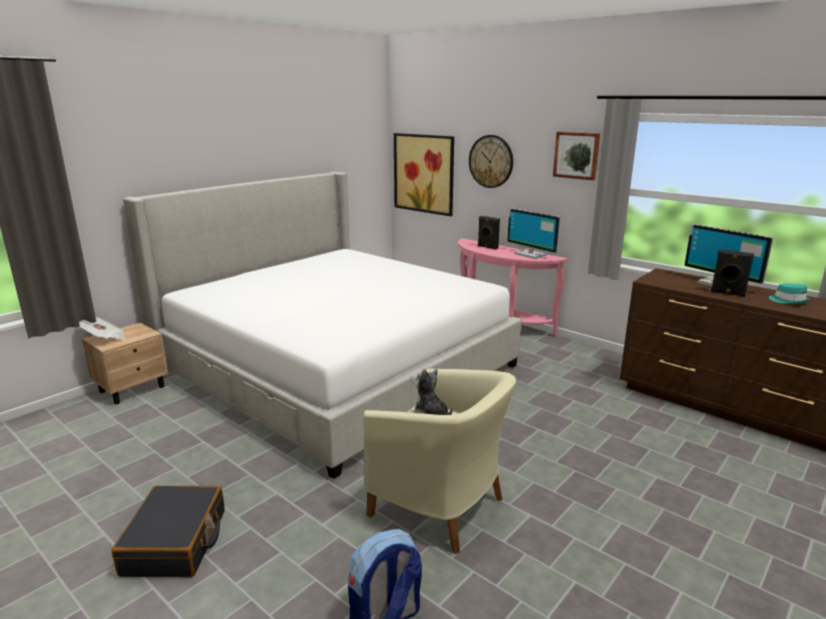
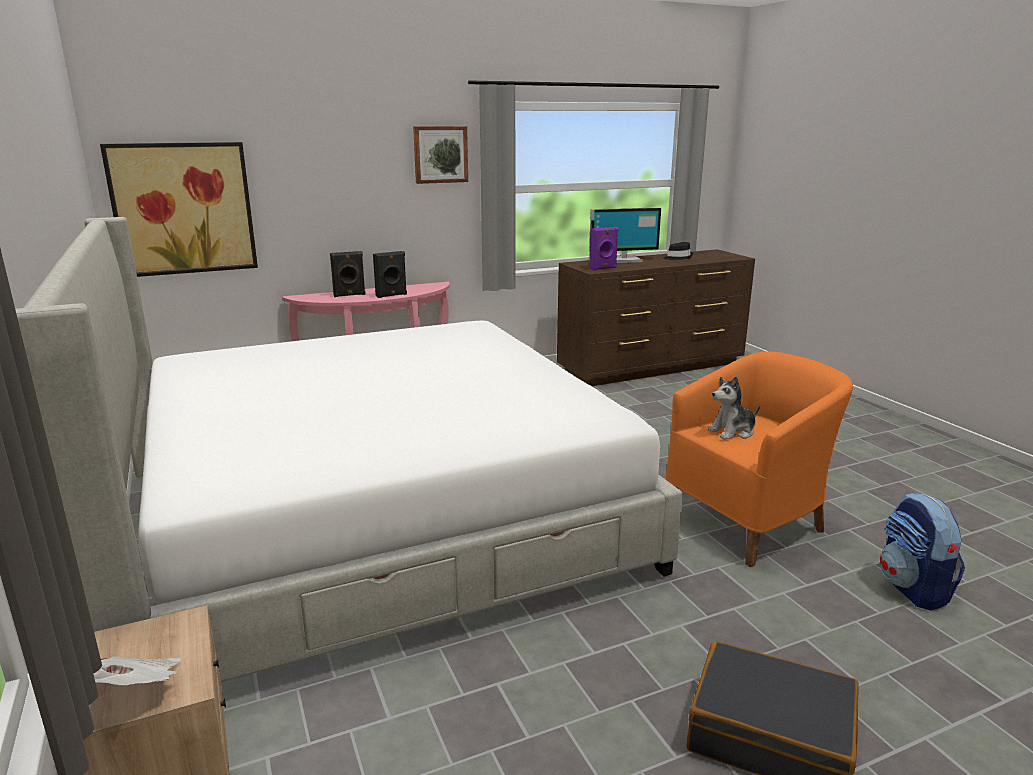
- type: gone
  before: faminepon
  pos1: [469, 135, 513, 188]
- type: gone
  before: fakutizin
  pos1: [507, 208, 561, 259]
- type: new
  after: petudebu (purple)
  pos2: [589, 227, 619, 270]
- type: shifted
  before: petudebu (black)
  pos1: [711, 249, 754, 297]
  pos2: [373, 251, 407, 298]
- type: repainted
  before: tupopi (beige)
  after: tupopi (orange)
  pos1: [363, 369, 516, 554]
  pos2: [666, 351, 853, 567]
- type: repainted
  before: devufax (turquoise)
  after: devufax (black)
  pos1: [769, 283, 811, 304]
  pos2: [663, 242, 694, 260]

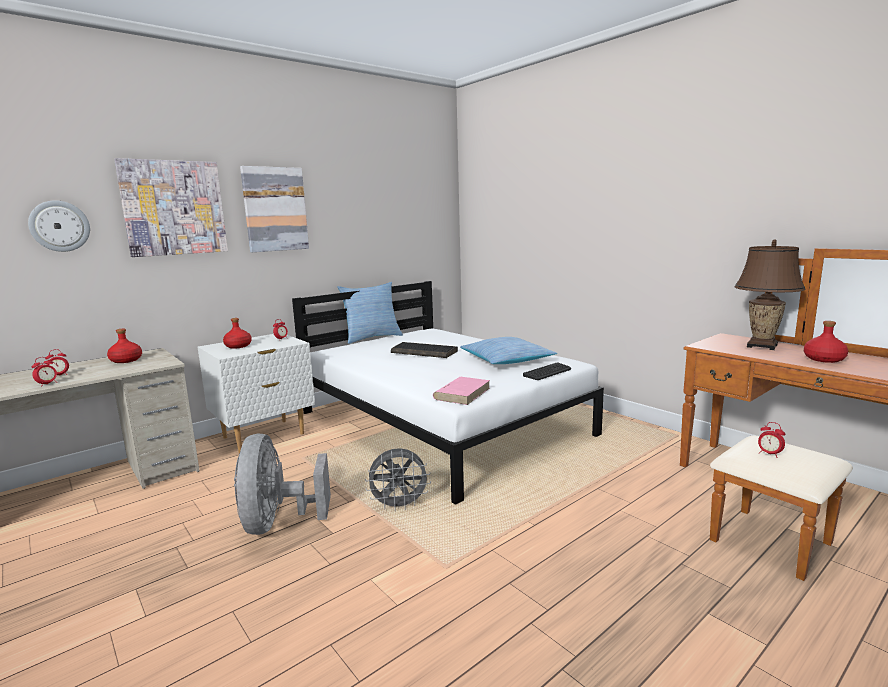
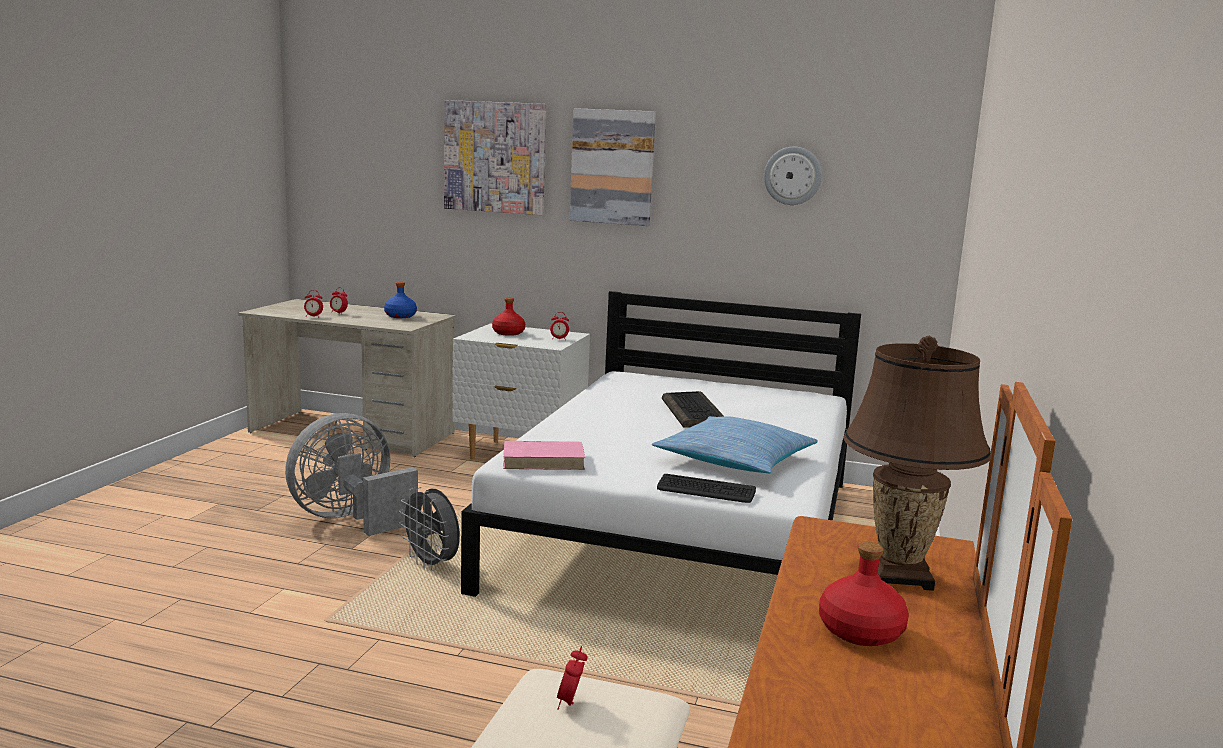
- type: gone
  before: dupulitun
  pos1: [337, 282, 403, 344]
- type: shifted
  before: faminepon
  pos1: [28, 200, 90, 252]
  pos2: [764, 147, 822, 205]
- type: repainted
  before: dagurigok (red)
  after: dagurigok (blue)
  pos1: [107, 329, 142, 363]
  pos2: [384, 282, 417, 318]

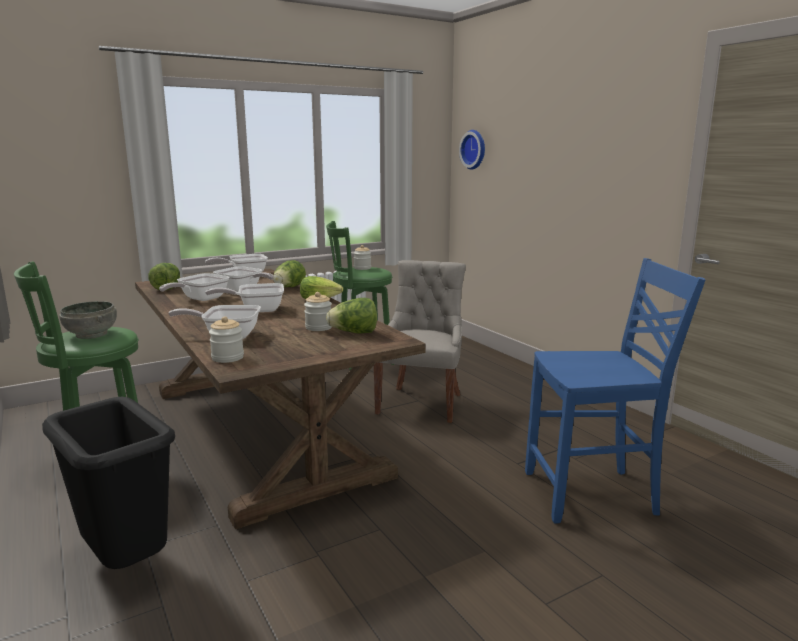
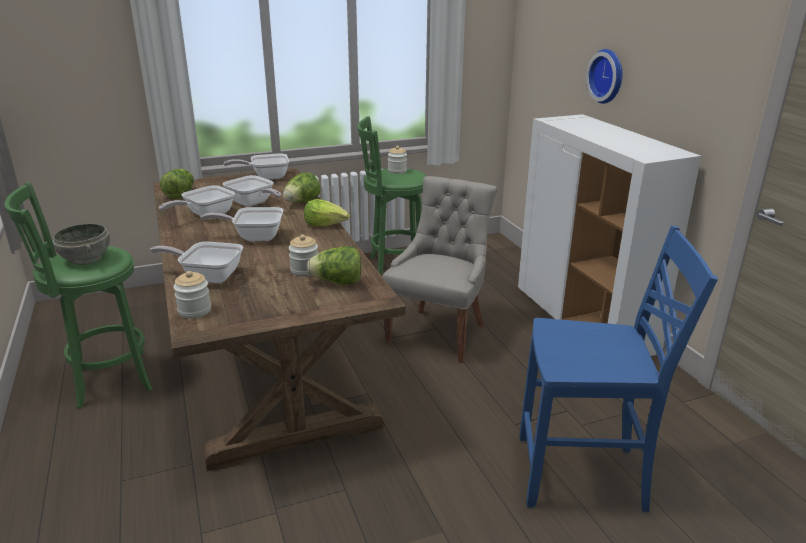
- type: gone
  before: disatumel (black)
  pos1: [42, 397, 175, 569]
- type: new
  after: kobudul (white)
  pos2: [518, 114, 701, 357]
- type: shifted
  before: faminepon
  pos1: [459, 130, 485, 170]
  pos2: [586, 49, 623, 104]

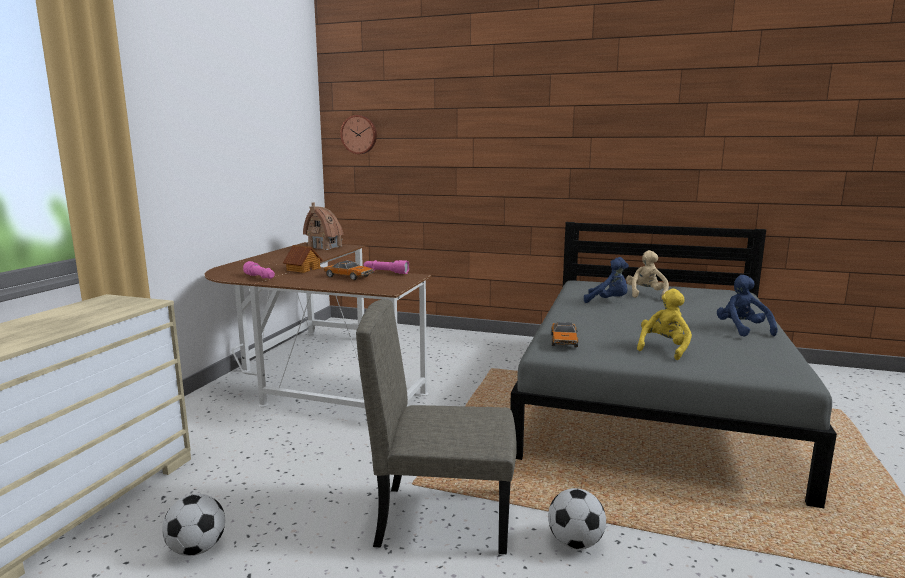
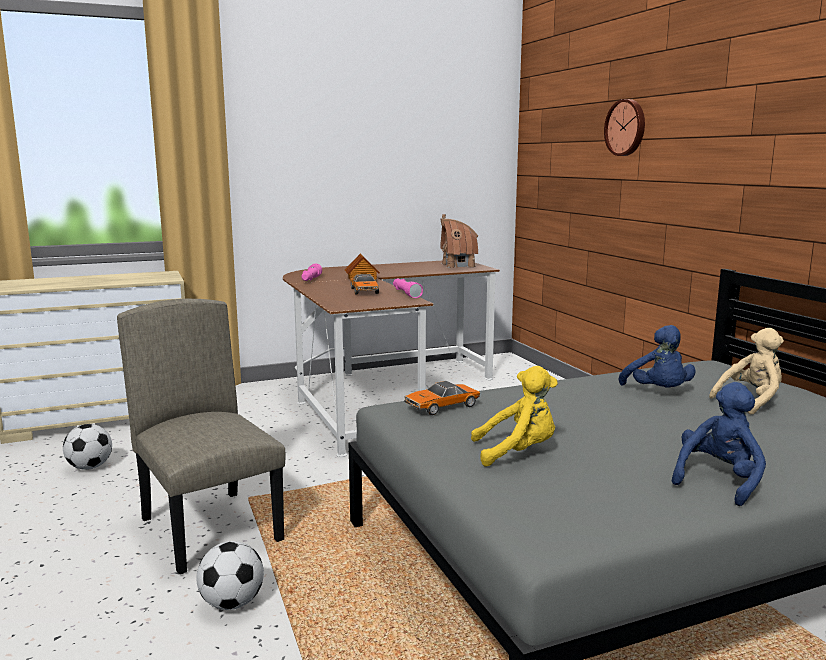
- type: shifted
  before: faminepon
  pos1: [340, 115, 377, 154]
  pos2: [604, 99, 645, 156]

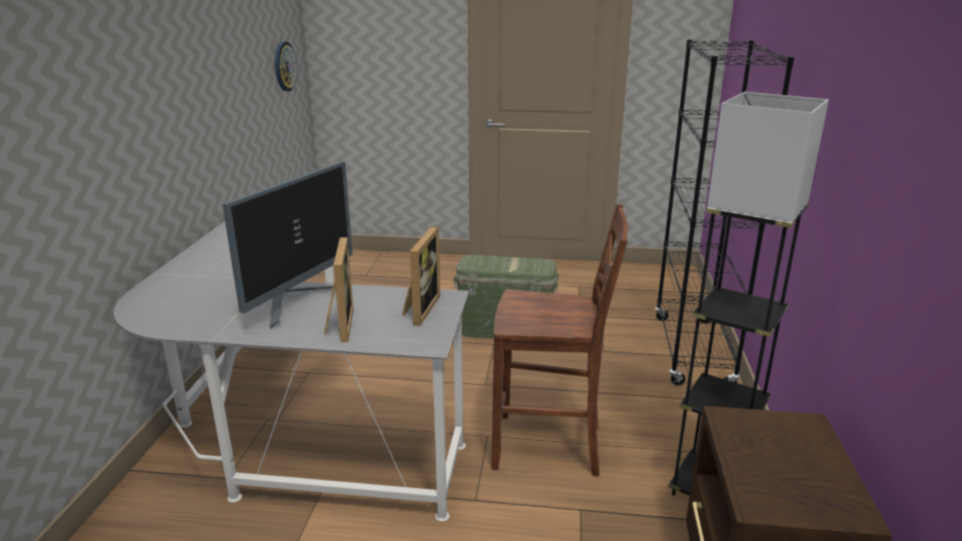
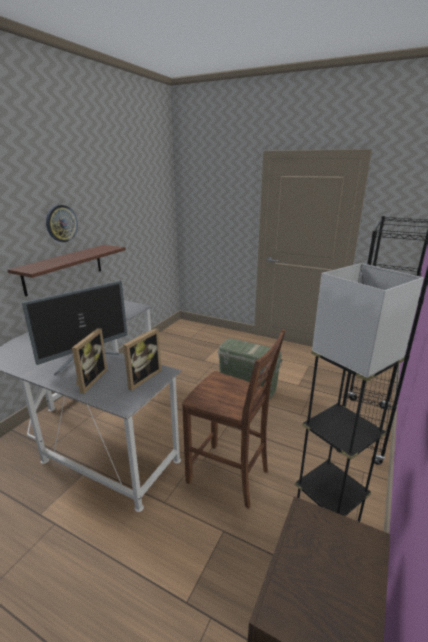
- type: new
  after: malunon
  pos2: [8, 245, 126, 297]
- type: shifted
  before: faminepon
  pos1: [275, 42, 297, 91]
  pos2: [46, 205, 78, 242]

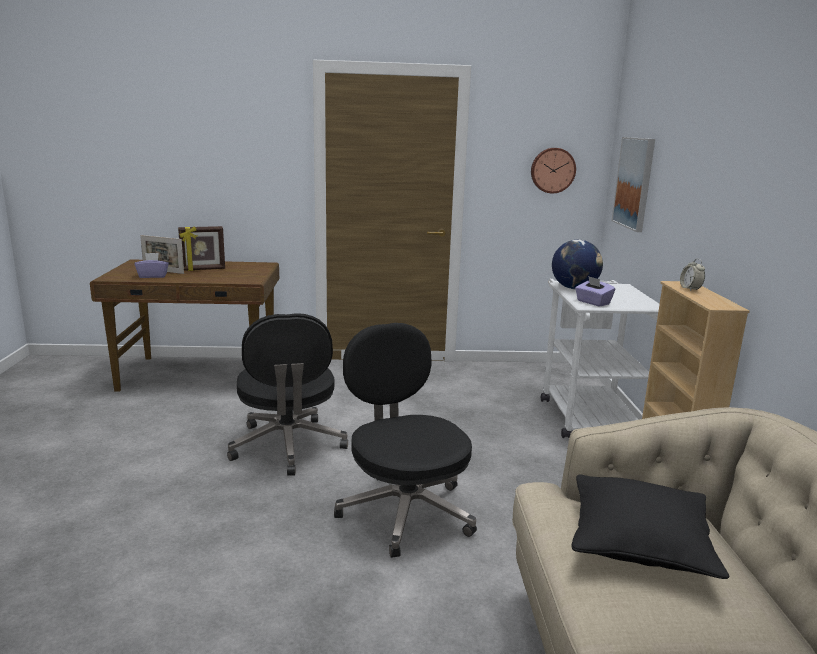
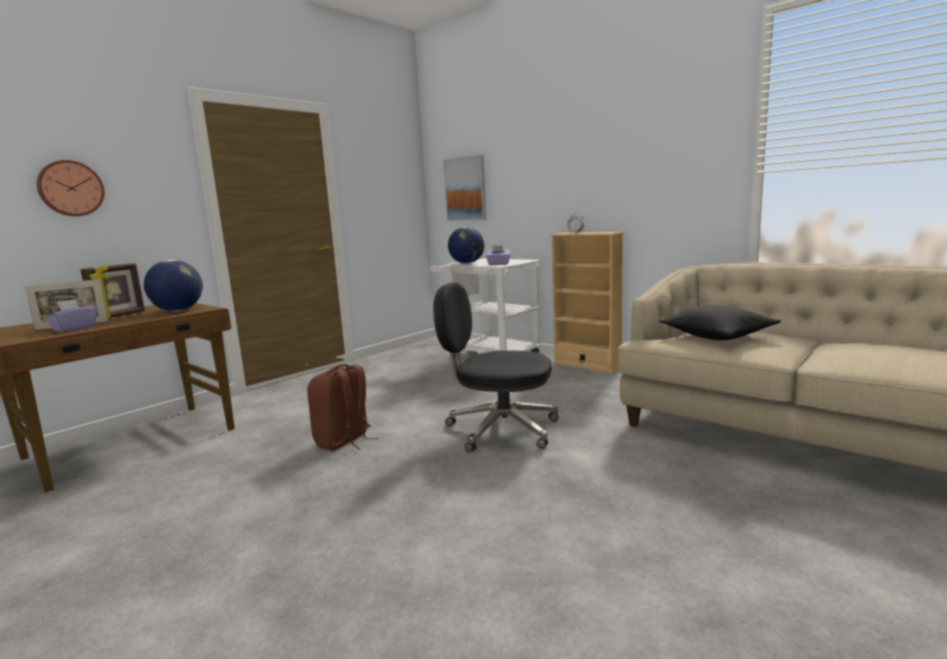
- type: new
  after: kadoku
  pos2: [144, 260, 203, 311]
- type: shifted
  before: faminepon
  pos1: [531, 148, 576, 193]
  pos2: [37, 160, 105, 216]
- type: swapped
  before: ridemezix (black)
  after: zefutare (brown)
  pos1: [227, 313, 348, 476]
  pos2: [307, 364, 378, 451]

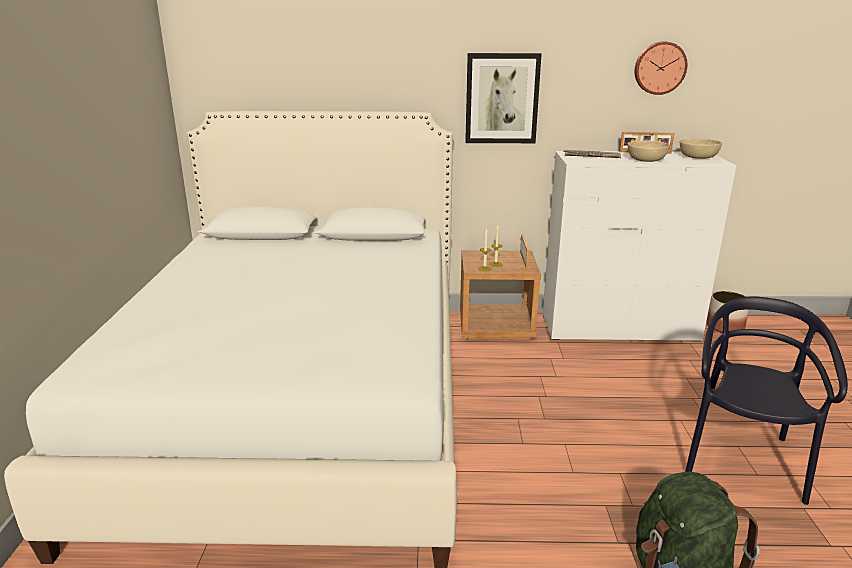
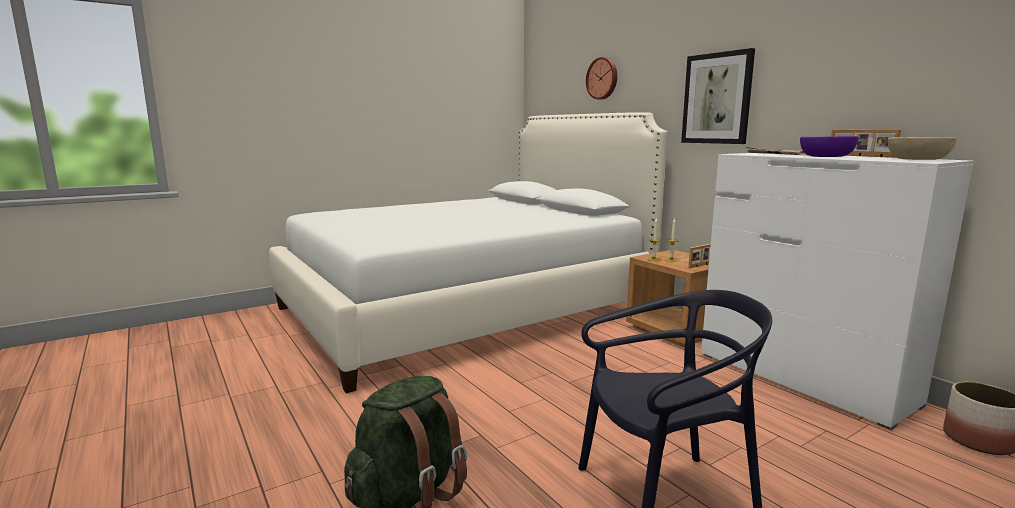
- type: shifted
  before: faminepon
  pos1: [634, 41, 687, 95]
  pos2: [586, 57, 617, 100]
- type: repainted
  before: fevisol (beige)
  after: fevisol (purple)
  pos1: [628, 141, 670, 162]
  pos2: [800, 136, 859, 157]

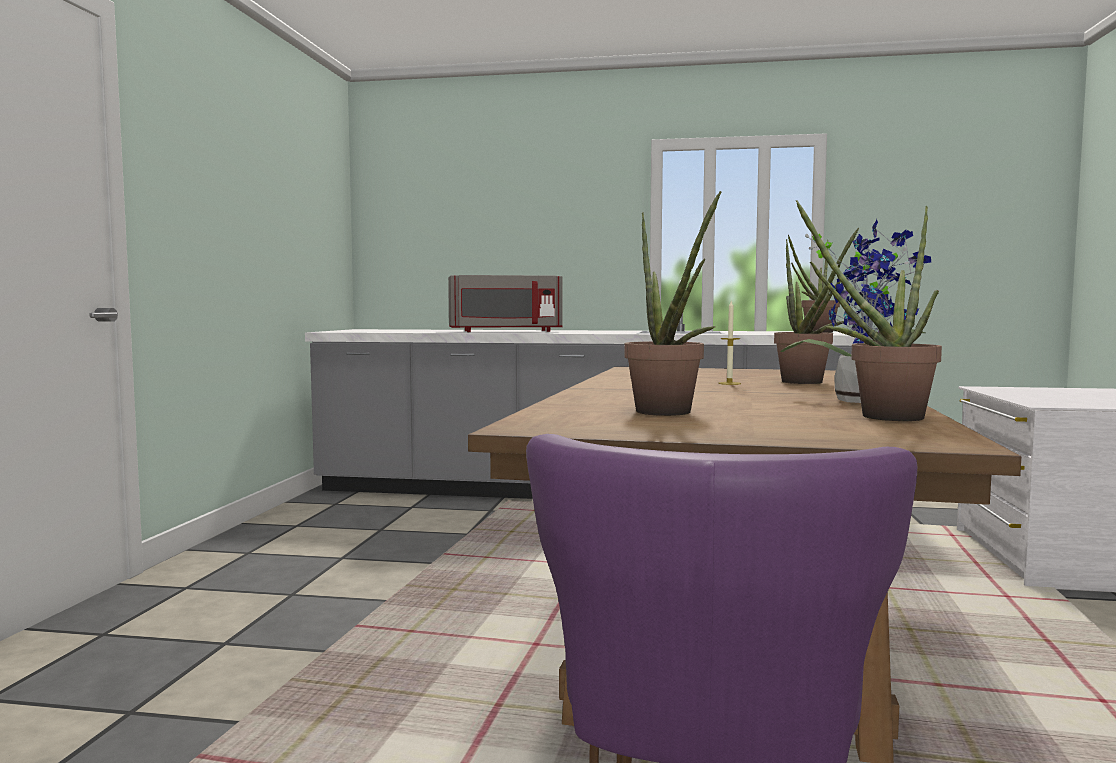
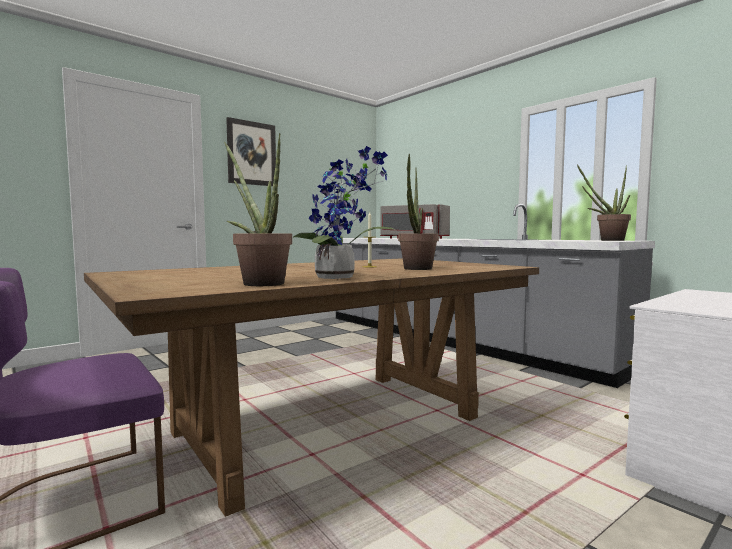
- type: gone
  before: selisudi
  pos1: [624, 191, 721, 416]
- type: new
  after: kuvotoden
  pos2: [226, 117, 276, 186]

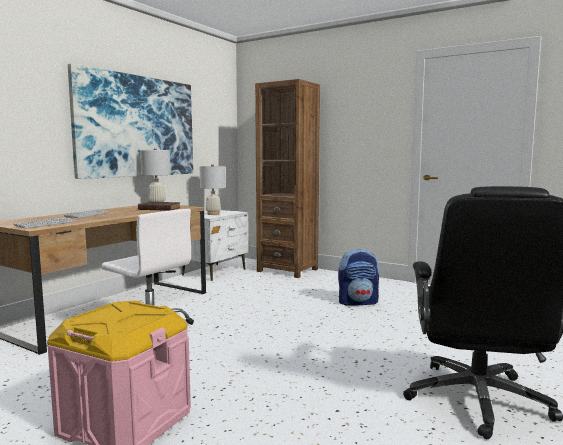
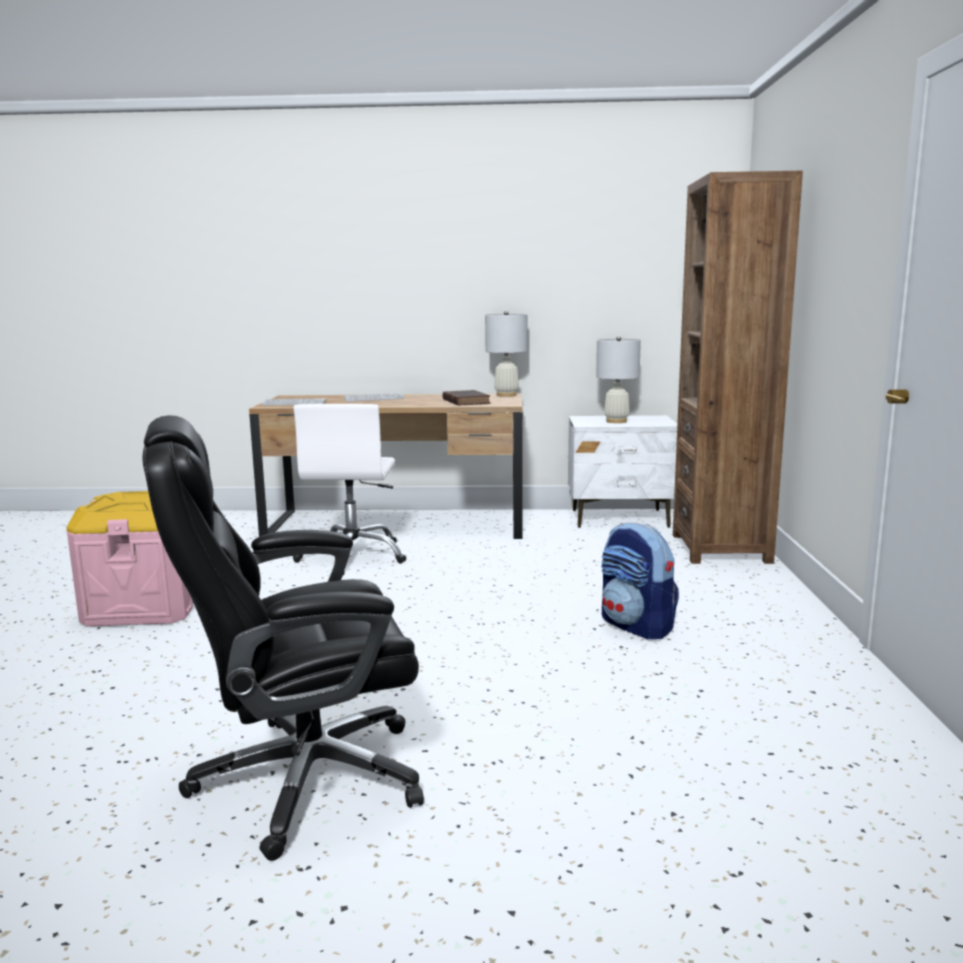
- type: gone
  before: kuvotoden
  pos1: [68, 63, 193, 179]

